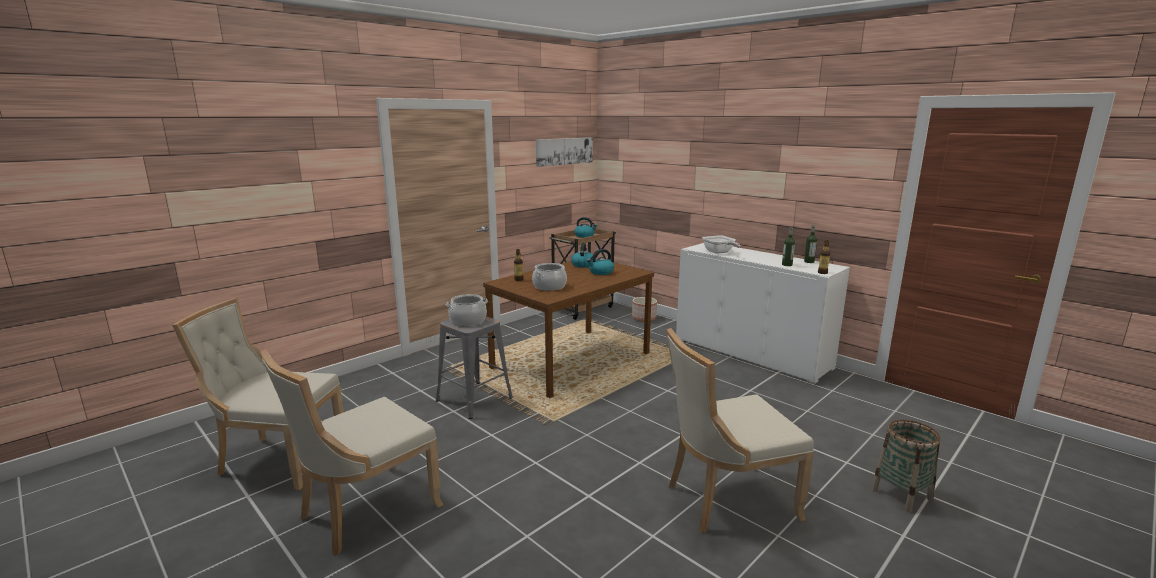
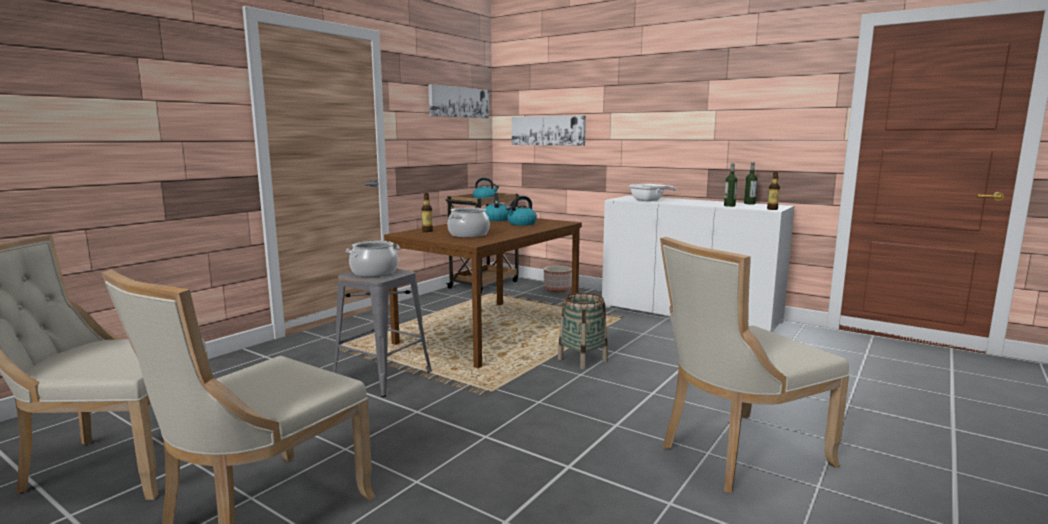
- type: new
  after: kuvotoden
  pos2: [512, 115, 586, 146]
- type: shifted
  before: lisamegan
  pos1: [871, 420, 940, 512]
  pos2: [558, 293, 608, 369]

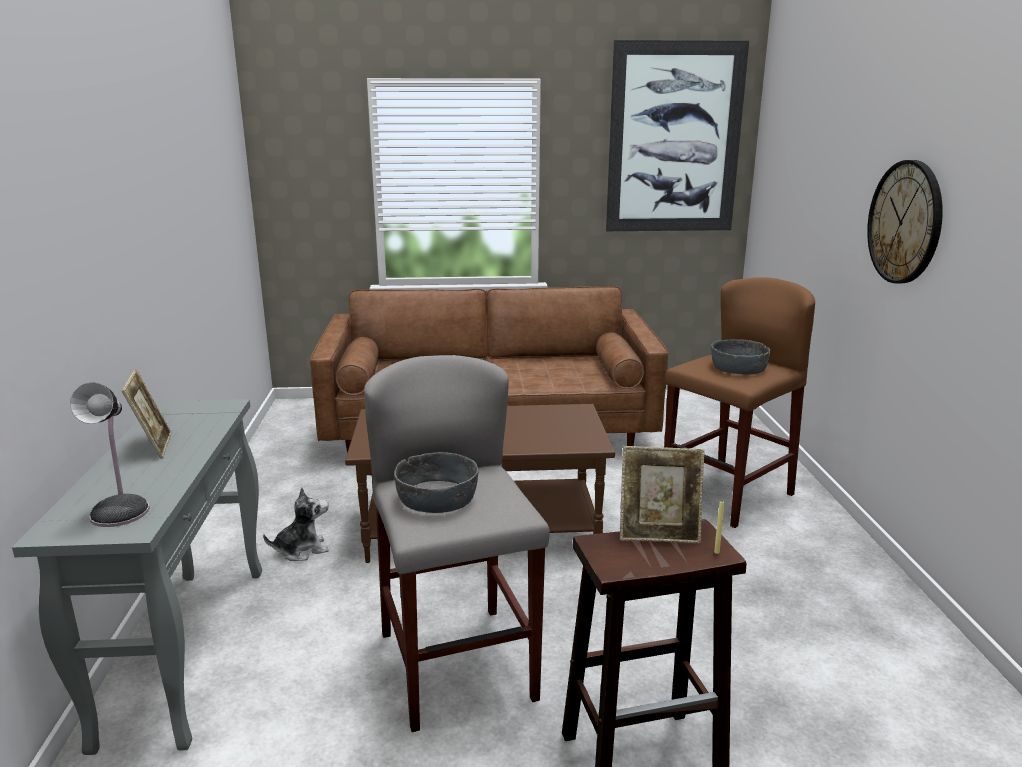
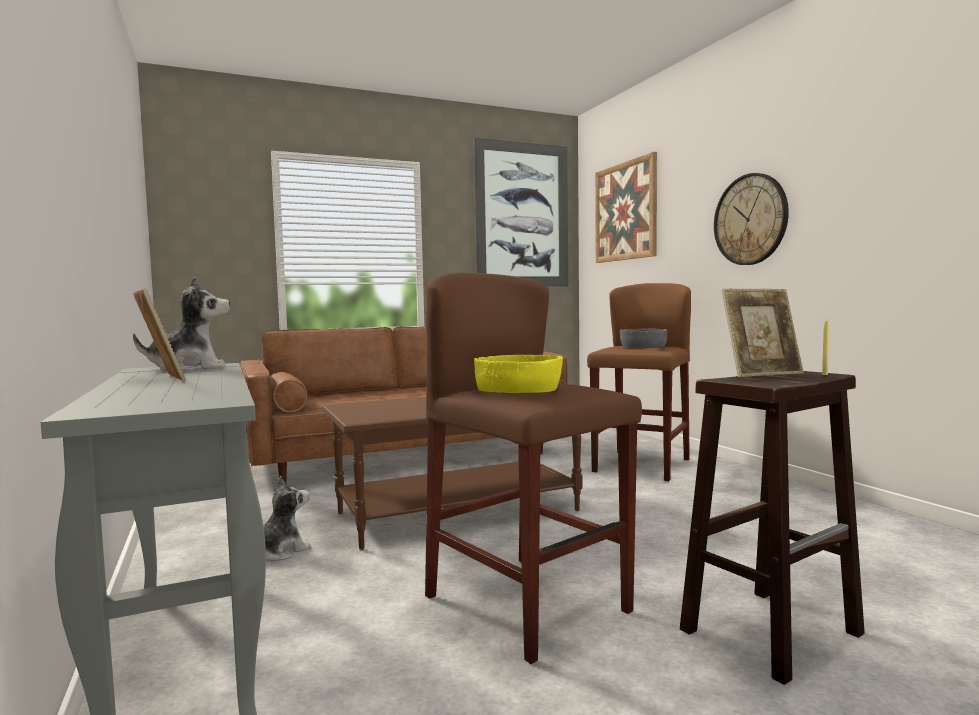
- type: gone
  before: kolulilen
  pos1: [70, 382, 150, 527]
- type: new
  after: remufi
  pos2: [133, 277, 230, 371]
- type: new
  after: kuvotoden
  pos2: [595, 152, 657, 263]
- type: repainted
  before: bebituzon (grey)
  after: bebituzon (brown)
  pos1: [364, 355, 550, 732]
  pos2: [425, 272, 642, 664]
- type: repainted
  before: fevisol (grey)
  after: fevisol (yellow)
  pos1: [394, 452, 478, 513]
  pos2: [474, 355, 563, 393]

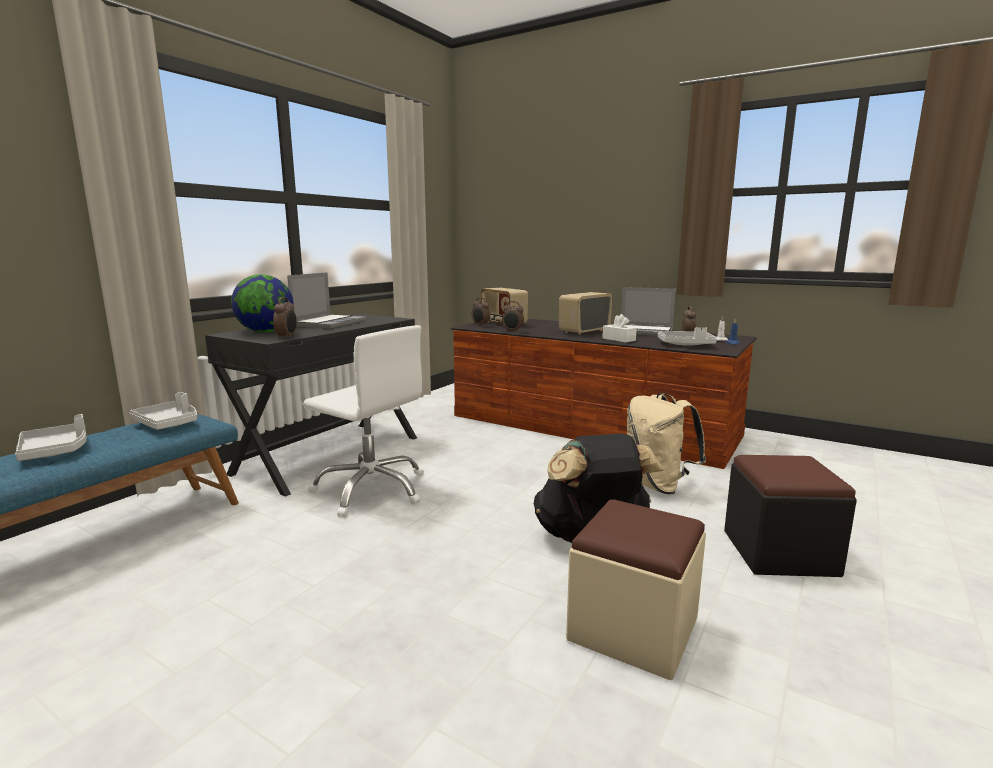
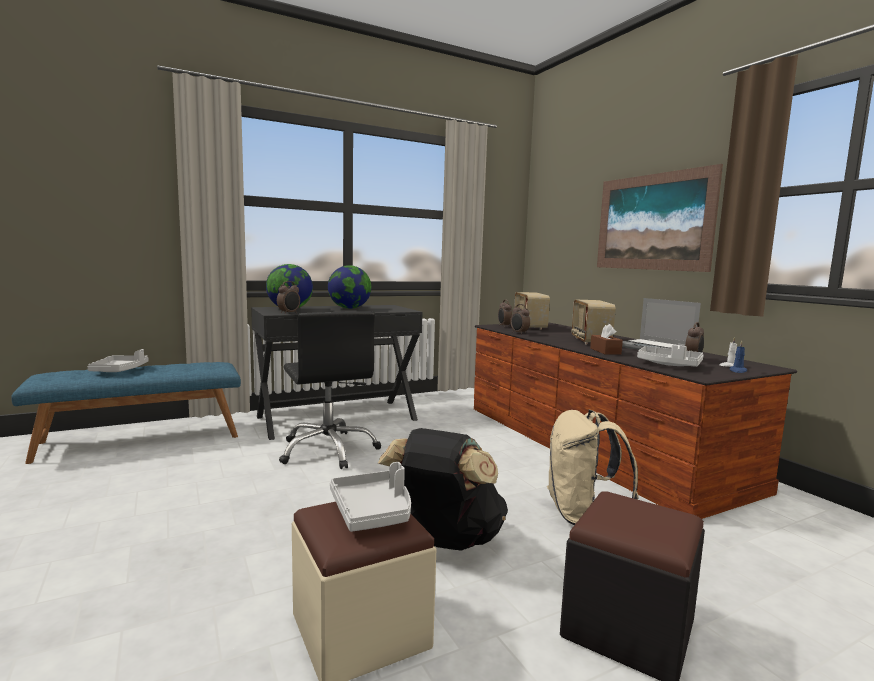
- type: new
  after: kuvotoden
  pos2: [597, 164, 723, 272]
- type: shifted
  before: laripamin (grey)
  pos1: [129, 392, 197, 430]
  pos2: [330, 462, 411, 532]
- type: swapped
  before: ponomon
  after: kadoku
  pos1: [287, 272, 366, 329]
  pos2: [328, 265, 371, 309]
- type: repainted
  before: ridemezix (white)
  after: ridemezix (black)
  pos1: [303, 325, 424, 517]
  pos2: [279, 311, 381, 469]
- type: repainted
  before: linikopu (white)
  after: linikopu (brown)
  pos1: [602, 314, 637, 342]
  pos2: [590, 324, 623, 355]
- type: rotated
  before: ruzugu
  pos1: [559, 292, 612, 335]
  pos2: [571, 299, 616, 344]
  turn: -75

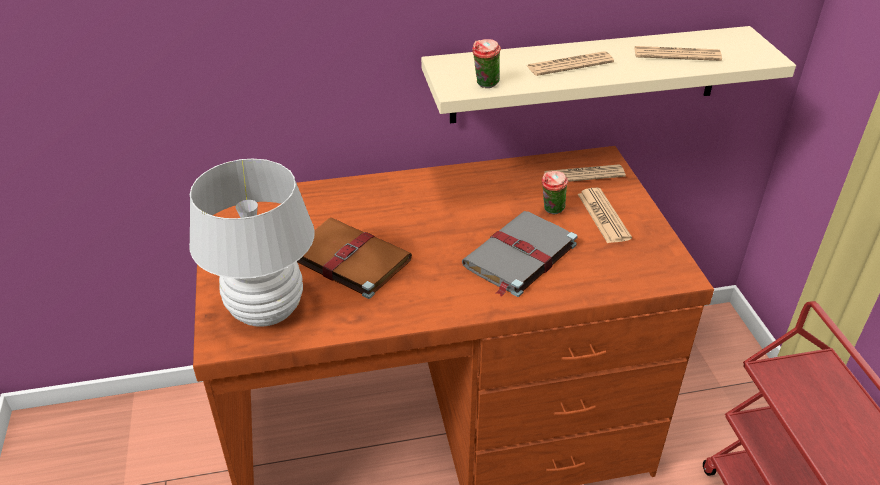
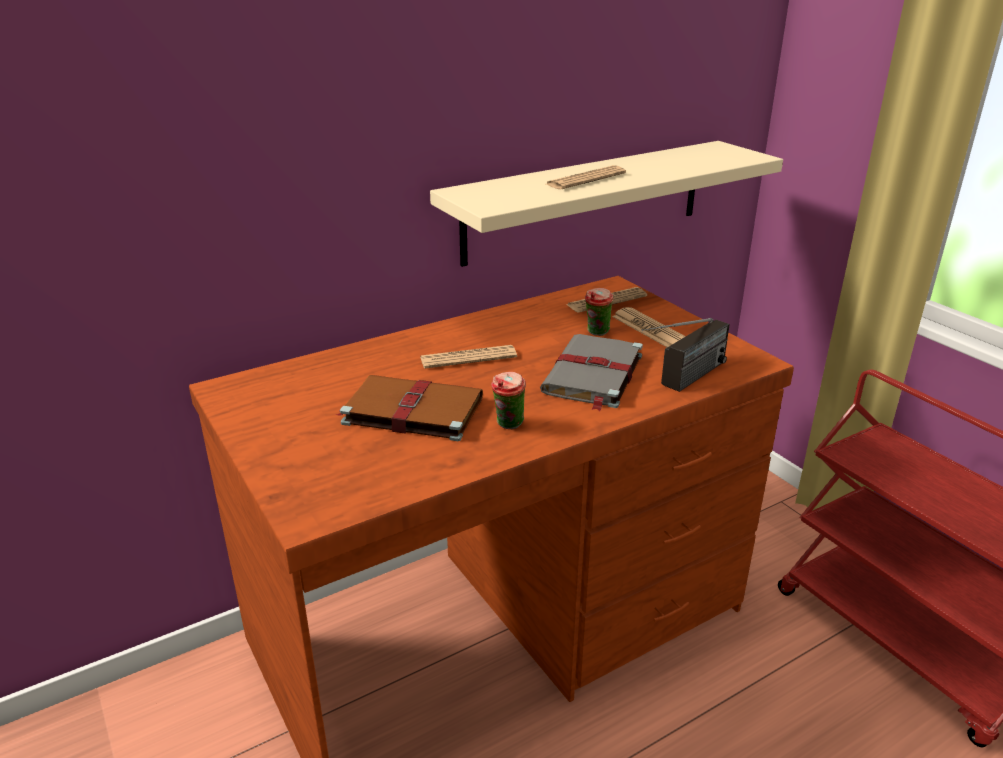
- type: gone
  before: kolulilen (white)
  pos1: [189, 159, 315, 327]
- type: new
  after: ruzugu
  pos2: [641, 318, 730, 392]
- type: shifted
  before: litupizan
  pos1: [472, 39, 501, 88]
  pos2: [491, 372, 526, 429]
- type: shifted
  before: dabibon
  pos1: [634, 46, 722, 61]
  pos2: [420, 345, 517, 369]

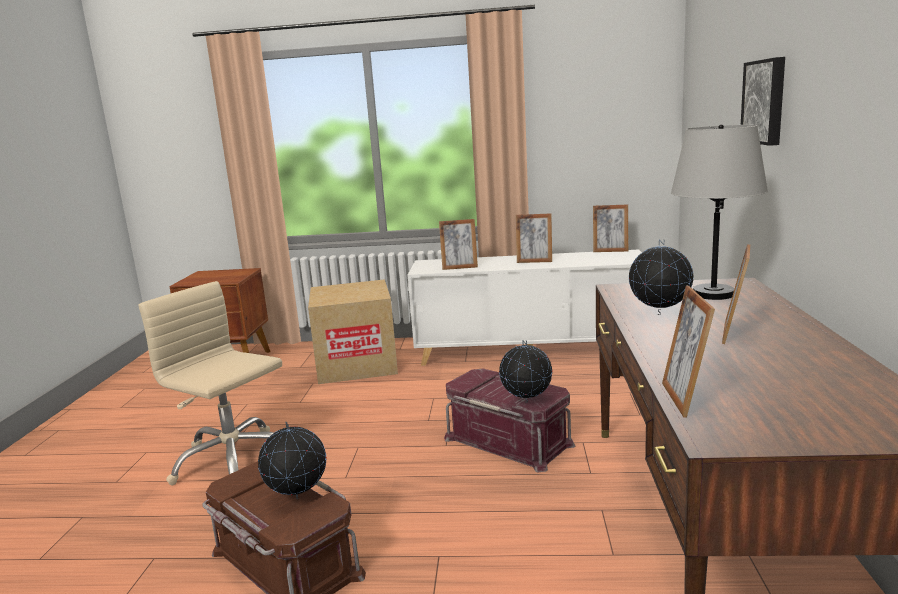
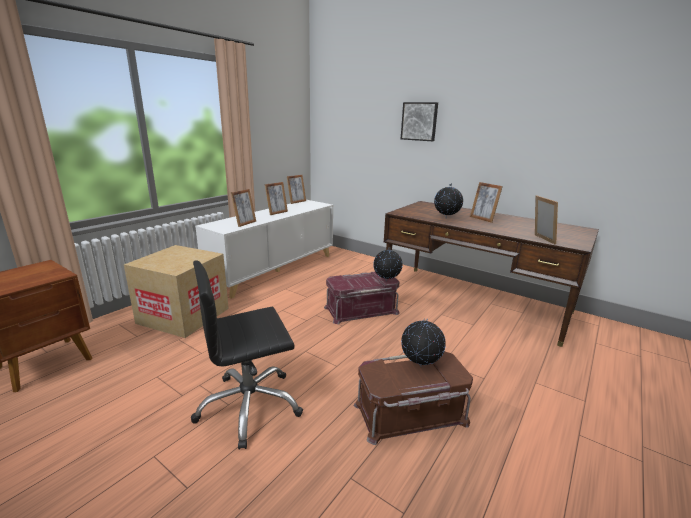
- type: gone
  before: kolulilen (grey)
  pos1: [671, 125, 768, 300]
- type: repainted
  before: ridemezix (beige)
  after: ridemezix (black)
  pos1: [138, 281, 282, 485]
  pos2: [191, 260, 303, 449]
- type: rotated
  before: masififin
  pos1: [662, 285, 715, 418]
  pos2: [535, 195, 558, 244]
  turn: -135

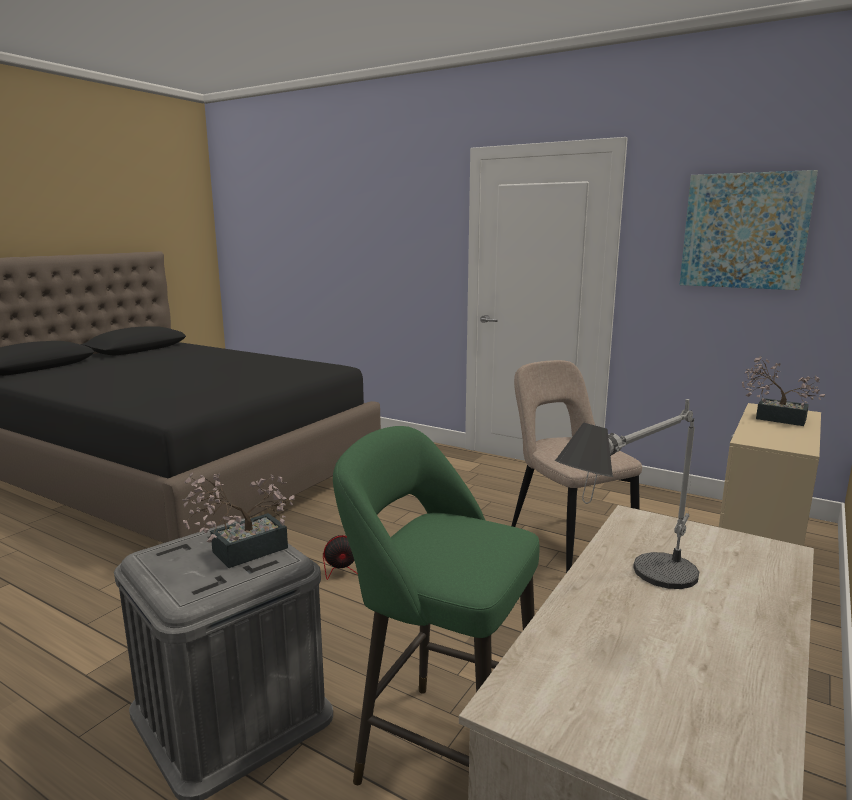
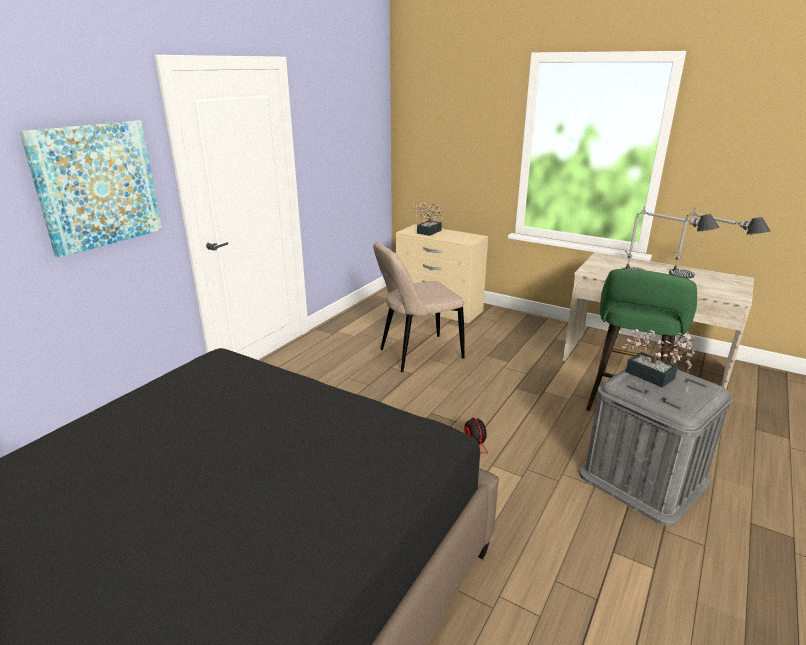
- type: new
  after: kolulilen
  pos2: [669, 207, 771, 279]
- type: shifted
  before: kuvotoden
  pos1: [680, 170, 818, 290]
  pos2: [19, 120, 162, 258]

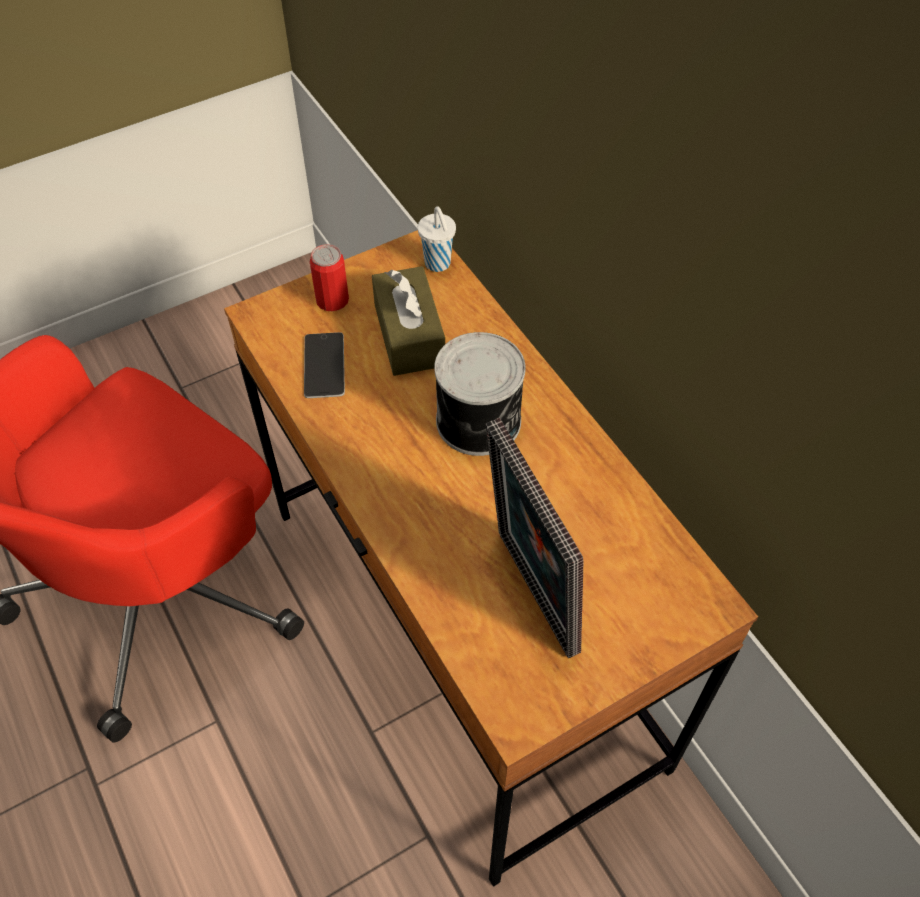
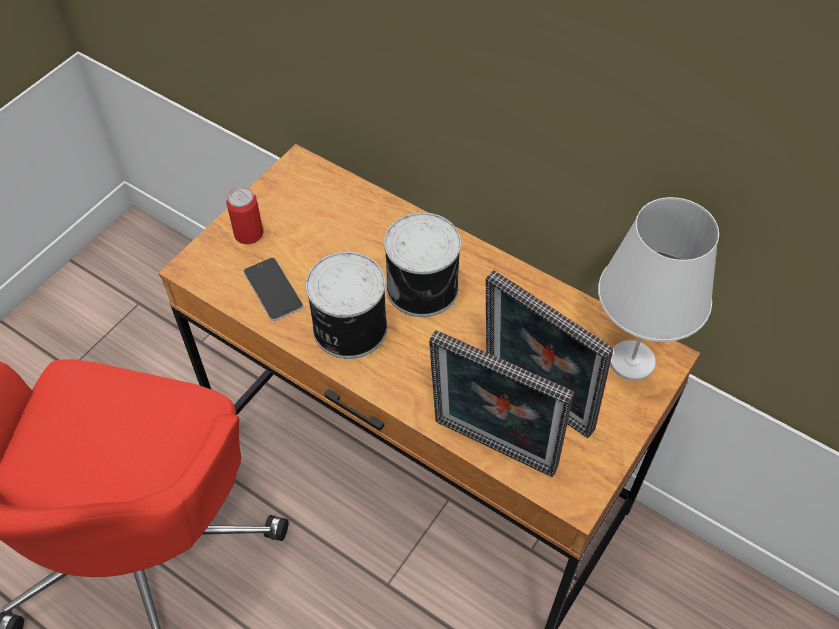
- type: gone
  before: linikopu (brown)
  pos1: [372, 266, 445, 376]
- type: gone
  before: litupizan (white)
  pos1: [418, 206, 456, 272]
- type: new
  after: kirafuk
  pos2: [306, 252, 387, 359]
- type: new
  after: masififin
  pos2: [429, 330, 574, 477]
- type: new
  after: kolulilen (white)
  pos2: [598, 197, 719, 381]

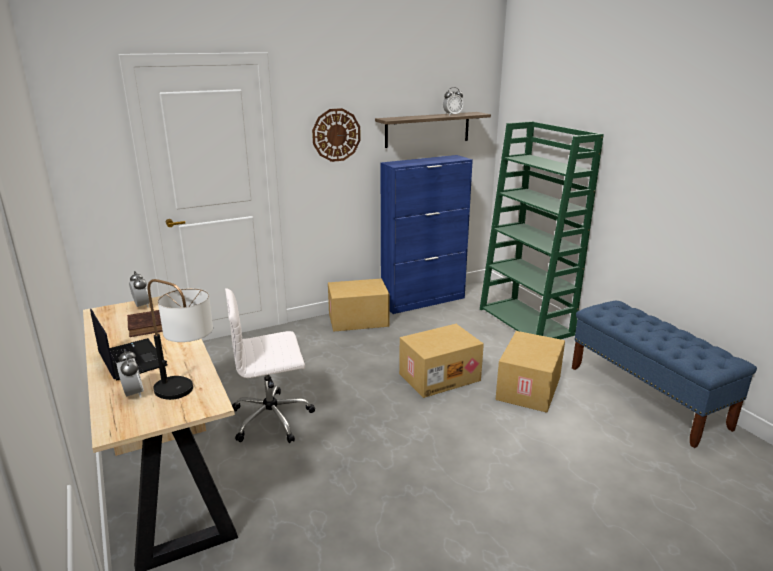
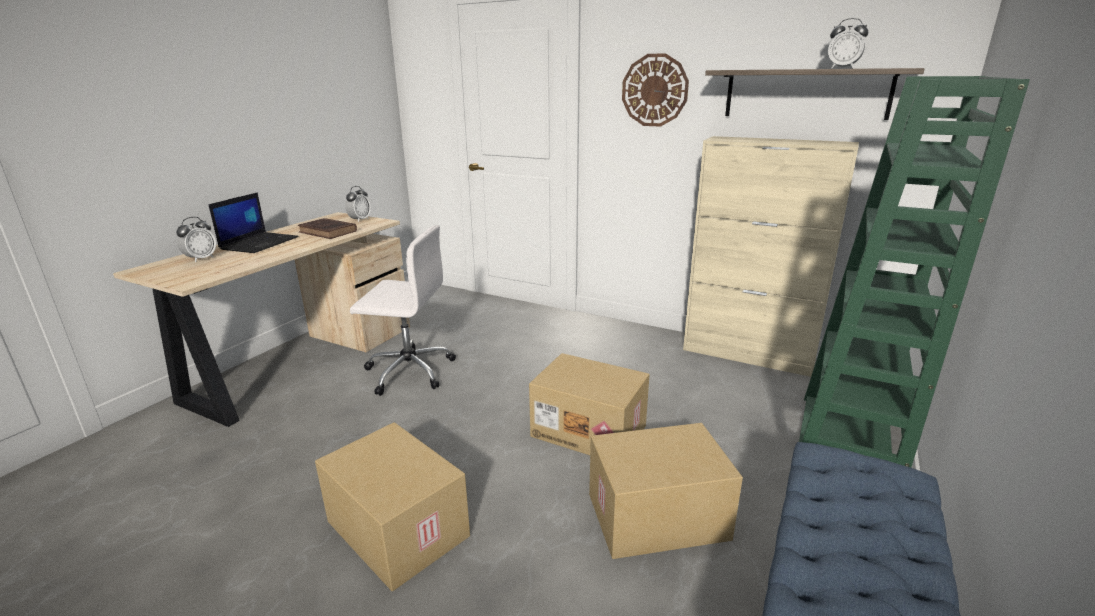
- type: gone
  before: kolulilen
  pos1: [148, 279, 213, 400]
- type: shifted
  before: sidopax
  pos1: [328, 278, 389, 332]
  pos2: [315, 422, 470, 591]
- type: repainted
  before: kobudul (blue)
  after: kobudul (beige)
  pos1: [380, 155, 473, 314]
  pos2: [683, 136, 859, 377]
- type: rotated
  before: ridemezix (white)
  pos1: [225, 288, 315, 443]
  pos2: [350, 225, 456, 396]
  turn: 150

